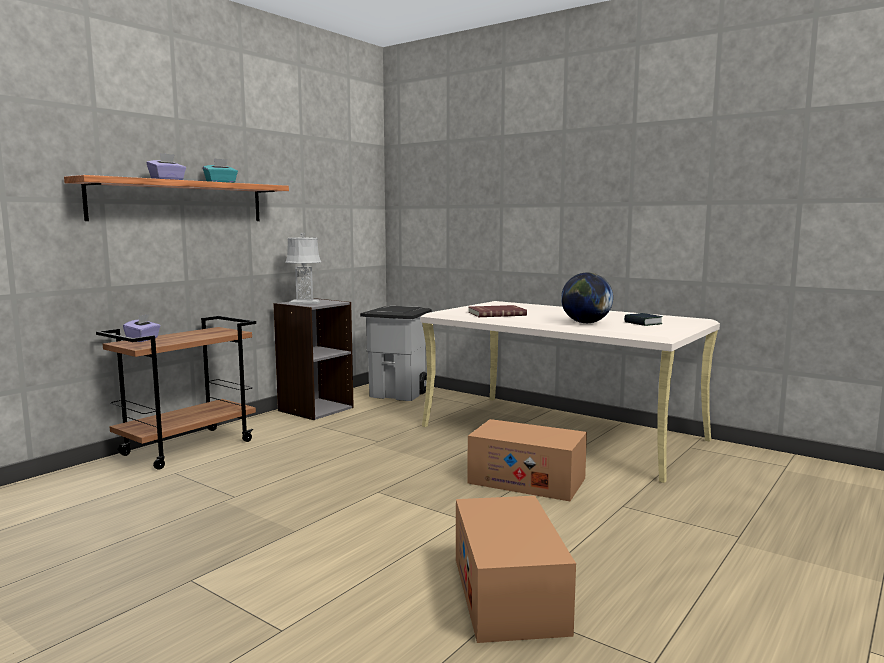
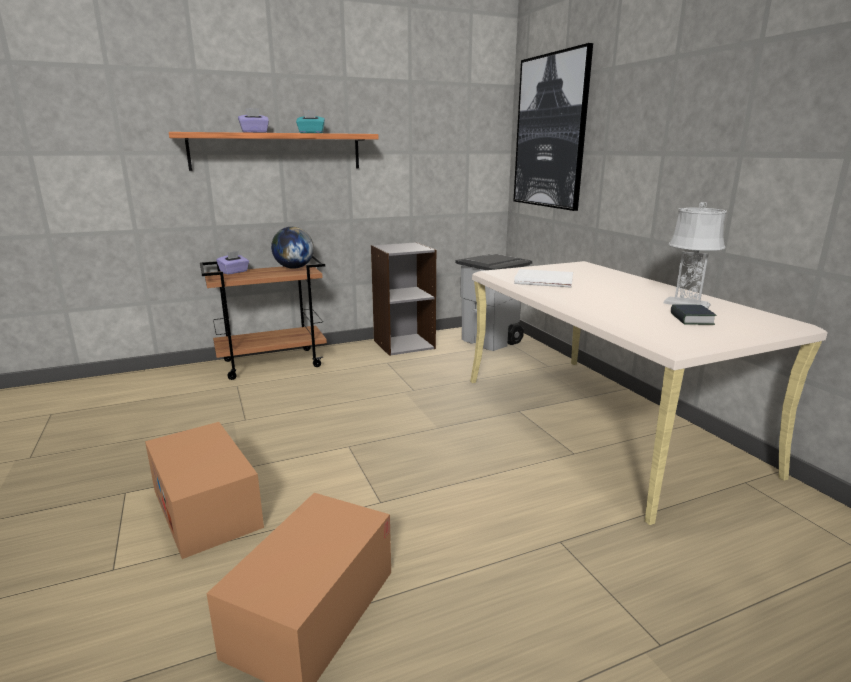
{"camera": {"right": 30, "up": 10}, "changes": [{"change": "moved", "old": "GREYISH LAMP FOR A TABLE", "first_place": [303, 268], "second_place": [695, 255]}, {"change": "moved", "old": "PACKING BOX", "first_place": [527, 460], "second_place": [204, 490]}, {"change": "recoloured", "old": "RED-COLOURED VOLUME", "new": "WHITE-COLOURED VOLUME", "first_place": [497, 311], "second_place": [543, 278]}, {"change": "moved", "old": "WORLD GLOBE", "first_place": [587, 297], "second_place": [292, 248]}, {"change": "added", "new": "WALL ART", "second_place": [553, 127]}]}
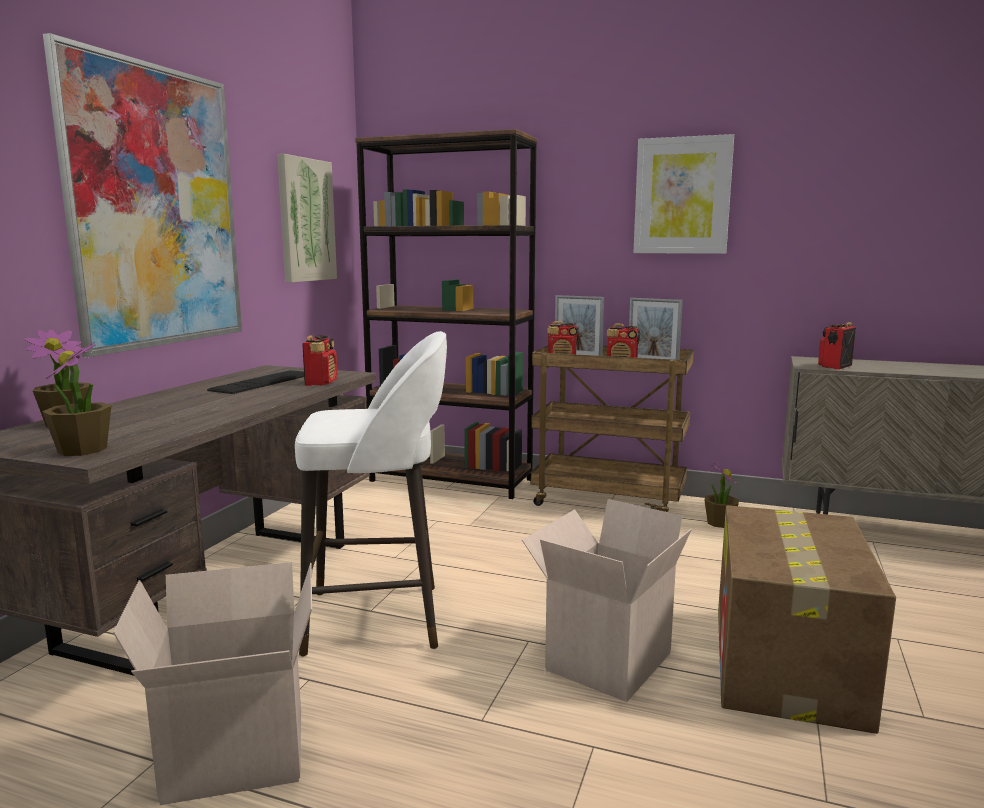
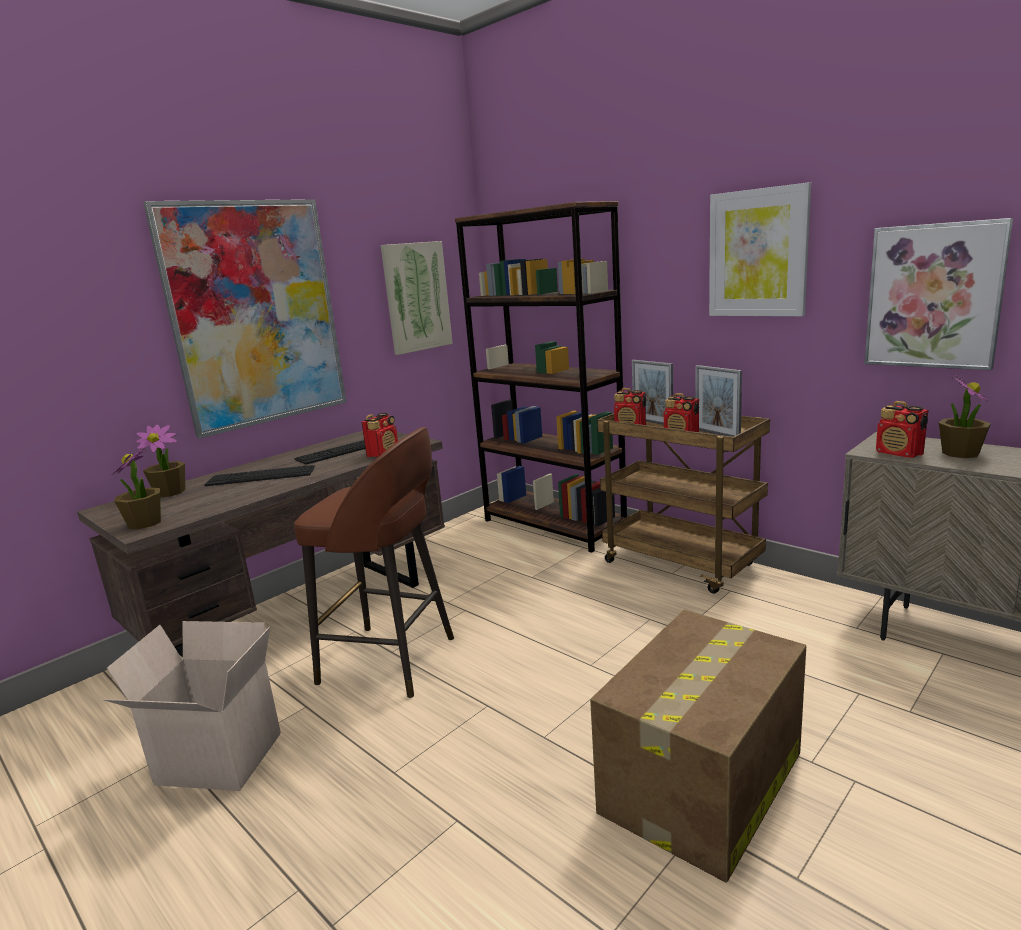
{"camera": {"right": 25, "up": 5}, "changes": [{"change": "recoloured", "old": "WHITE-COLOURED STOOL SEAT", "new": "BROWN-COLOURED STOOL SEAT", "first_place": [371, 494], "second_place": [374, 562]}, {"change": "removed", "old": "PACKING BOX", "first_place": [607, 600]}, {"change": "moved", "old": "PLANT IN A POT", "first_place": [722, 496], "second_place": [965, 417]}, {"change": "turned", "old": "RADIO", "first_place": [837, 346], "second_place": [902, 429], "degrees": -105}, {"change": "added", "new": "PC KEYBOARD", "second_place": [259, 475]}, {"change": "added", "new": "WALL ART", "second_place": [938, 294]}]}
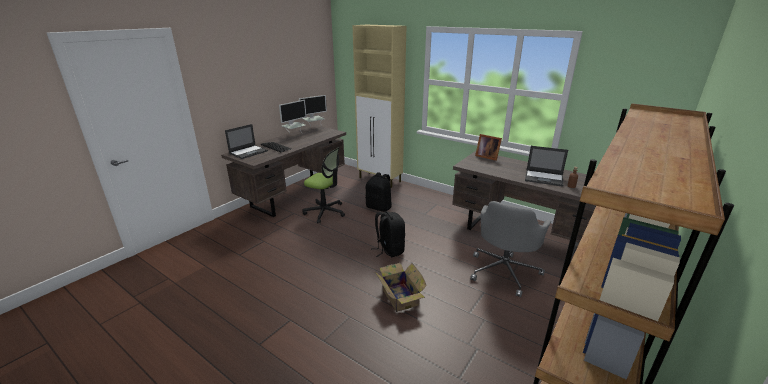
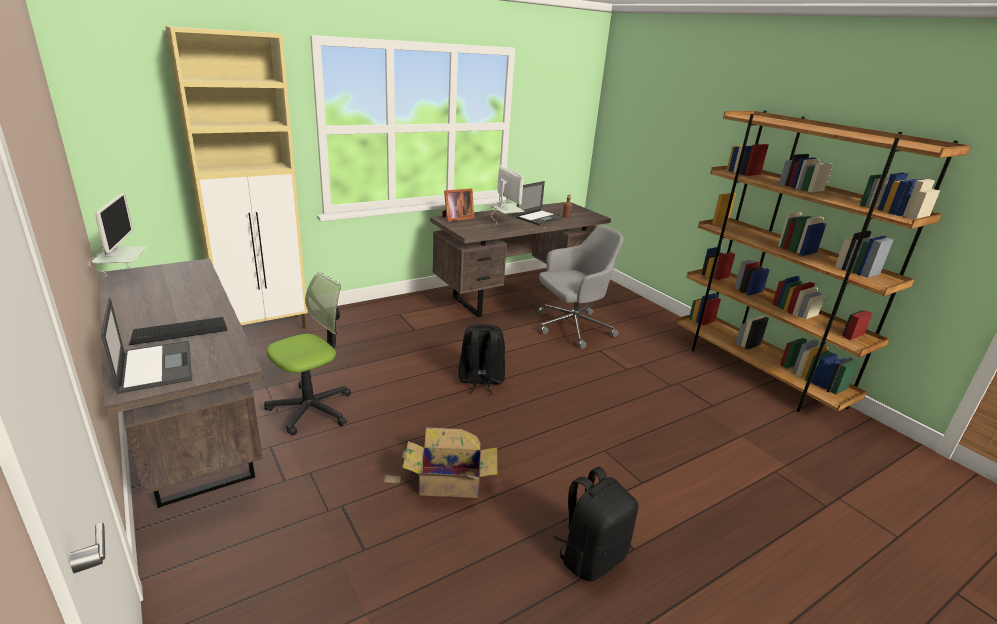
{"camera": {"right": -70, "up": 0}, "changes": [{"change": "moved", "old": "COMPUTER DISPLAY", "first_place": [293, 117], "second_place": [507, 194]}, {"change": "moved", "old": "BLACK-COLOURED RUCKSACK", "first_place": [378, 192], "second_place": [596, 524]}, {"change": "moved", "old": "PACKING BOX", "first_place": [401, 287], "second_place": [440, 462]}, {"change": "turned", "old": "GREYISH OFFICE CHAIR", "first_place": [510, 249], "second_place": [580, 287], "degrees": -75}]}
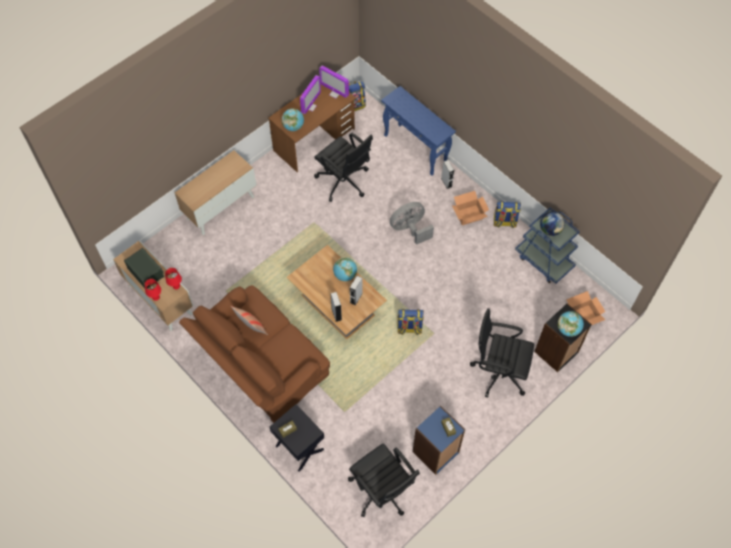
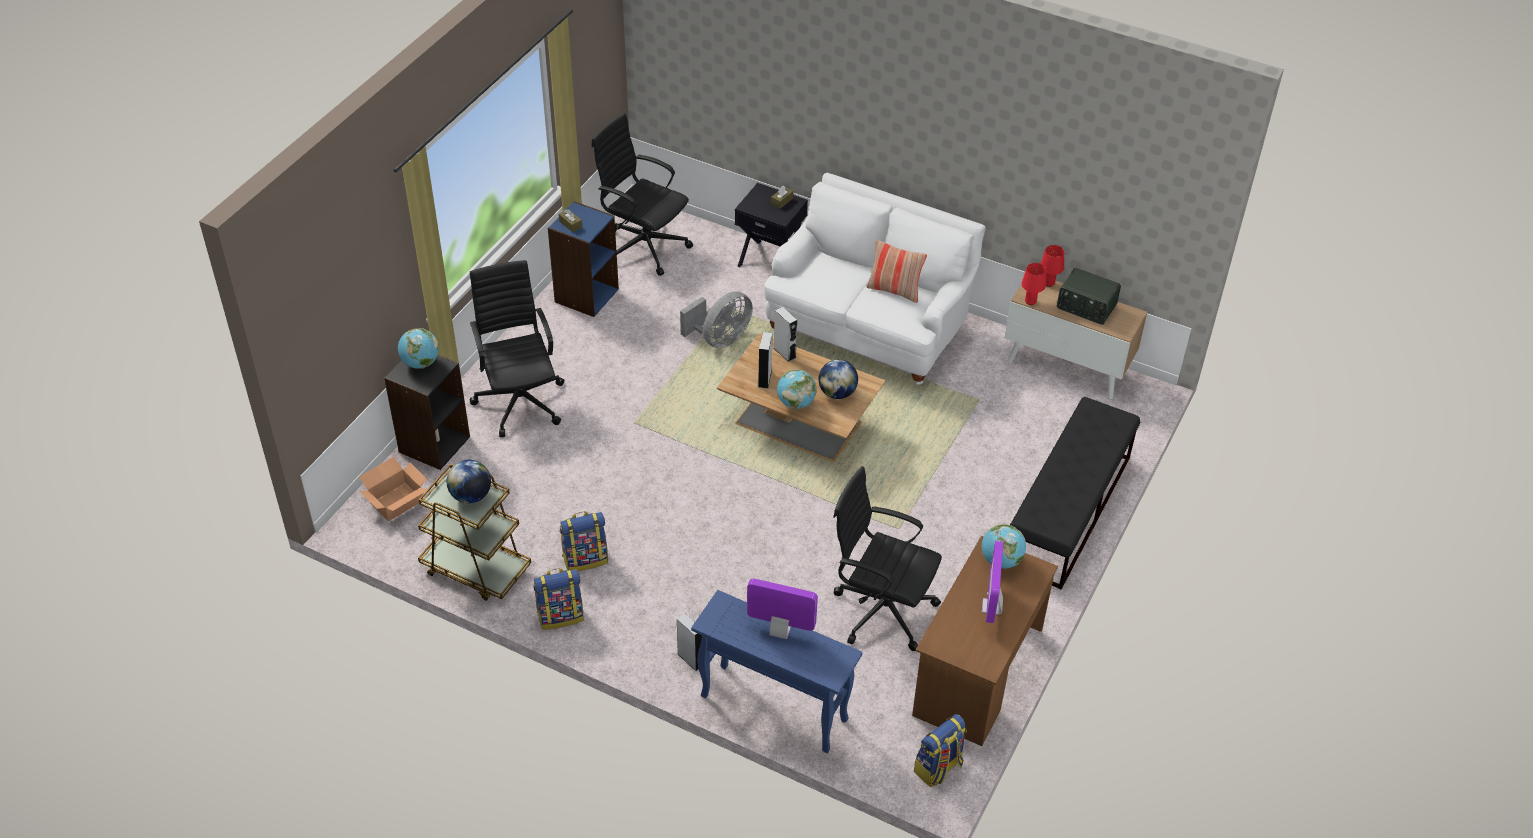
{"camera": {"right": 160, "up": -15}, "changes": [{"change": "replaced", "old": "STORAGE CABINET", "new": "BLACK-COLOURED BENCH", "first_place": [216, 192], "second_place": [1075, 493]}, {"change": "recoloured", "old": "BROWN-COLOURED COUCH", "new": "WHITE-COLOURED COUCH", "first_place": [254, 354], "second_place": [875, 279]}, {"change": "moved", "old": "COMPUTER DISPLAY", "first_place": [334, 82], "second_place": [782, 608]}, {"change": "moved", "old": "GREYISH ELECTRIC FAN", "first_place": [412, 223], "second_place": [716, 319]}, {"change": "moved", "old": "RUCKSACK", "first_place": [410, 322], "second_place": [584, 541]}, {"change": "removed", "old": "PACKING BOX", "first_place": [470, 208]}, {"change": "turned", "old": "BLACK-COLOURED OFFICE CHAIR", "first_place": [502, 353], "second_place": [517, 348], "degrees": -105}, {"change": "recoloured", "old": "BLUE TROLLEY", "new": "BROWN-COLOURED TROLLEY", "first_place": [547, 245], "second_place": [474, 532]}, {"change": "added", "new": "WORLD GLOBE", "second_place": [838, 379]}]}
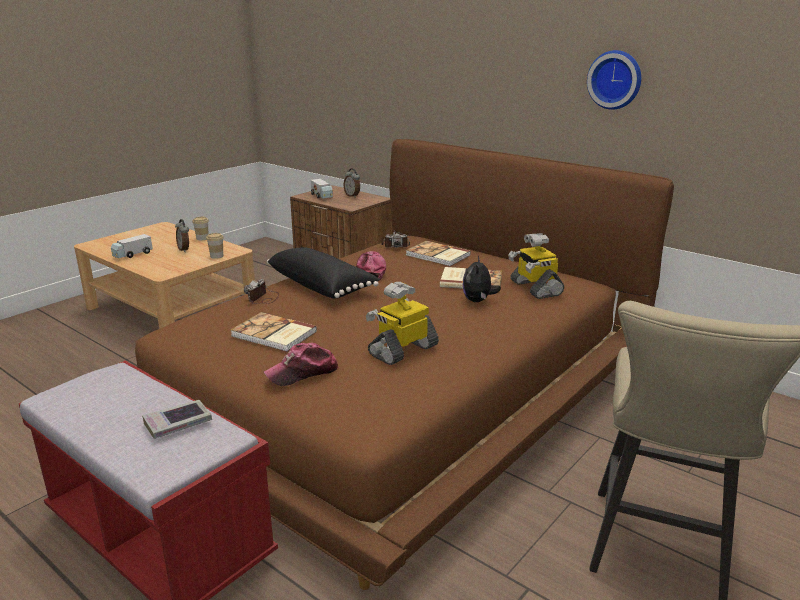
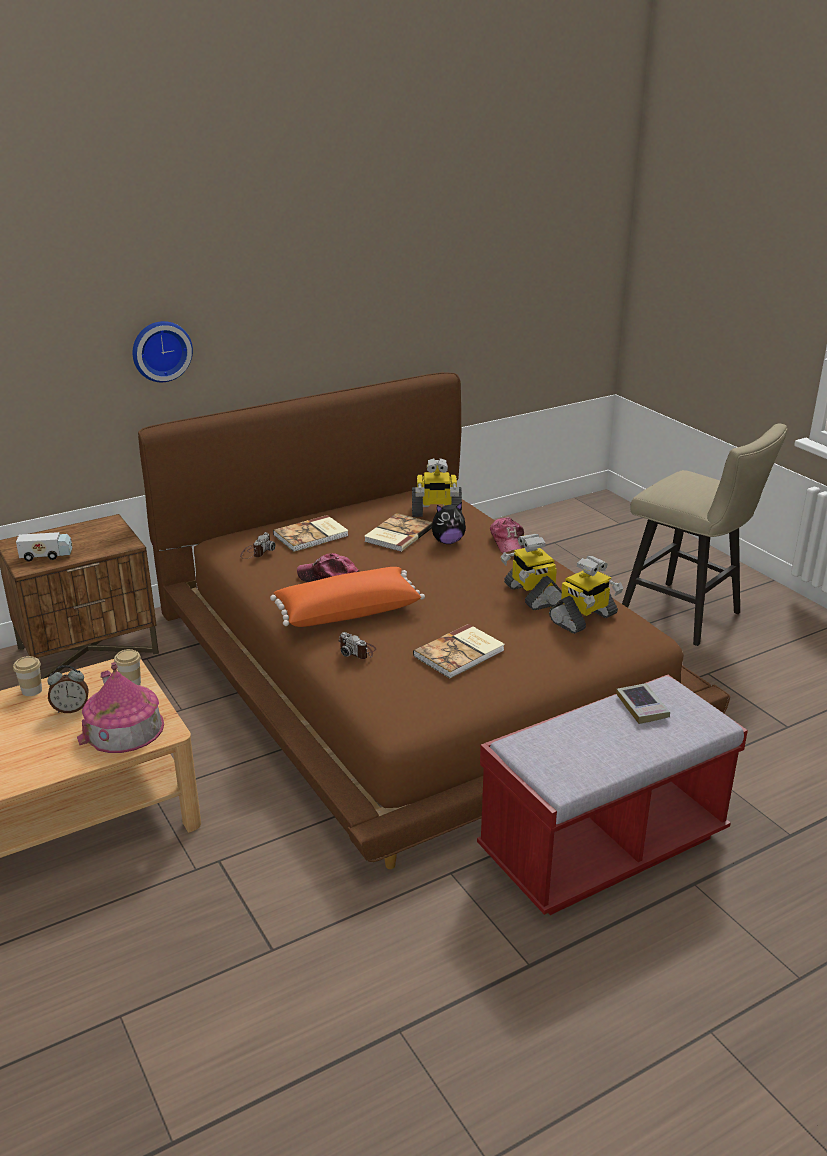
{"camera": {"right": -70, "up": 5}, "changes": [{"change": "removed", "old": "MODEL TRUCK", "first_place": [132, 246]}, {"change": "moved", "old": "BASEBALL CAP", "first_place": [301, 364], "second_place": [507, 535]}, {"change": "recoloured", "old": "BLACK-COLOURED THROW PILLOW", "new": "ORANGE-COLOURED THROW PILLOW", "first_place": [323, 273], "second_place": [347, 597]}, {"change": "removed", "old": "ALARM CLOCK", "first_place": [352, 183]}, {"change": "turned", "old": "PLUSH TOY", "first_place": [481, 279], "second_place": [449, 523], "degrees": -45}, {"change": "moved", "old": "WALL CLOCK", "first_place": [614, 80], "second_place": [163, 351]}, {"change": "added", "new": "TOY HOUSE", "second_place": [120, 707]}, {"change": "added", "new": "MODEL ROBOT", "second_place": [586, 595]}]}
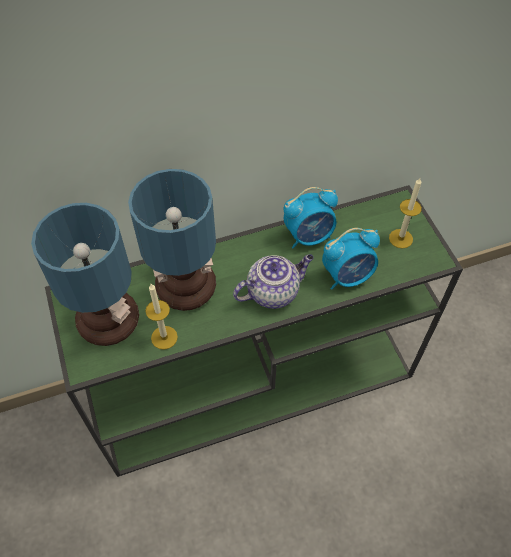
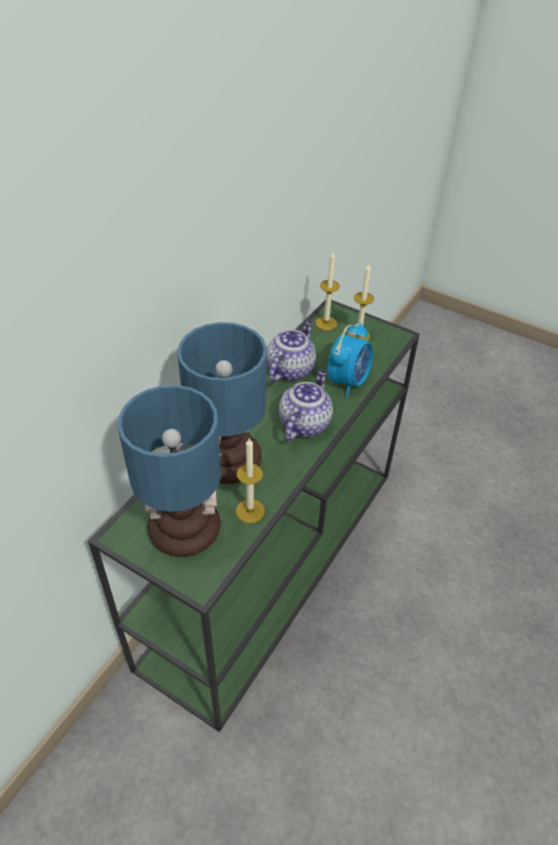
{"camera": {"right": -40, "up": -10}, "changes": [{"change": "replaced", "old": "ALARM CLOCK", "new": "TEAPOT", "first_place": [311, 218], "second_place": [291, 351]}, {"change": "added", "new": "WAX LIGHT", "second_place": [327, 291]}]}
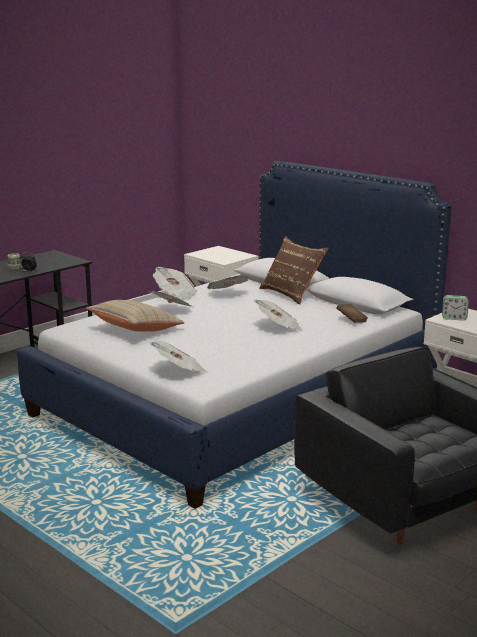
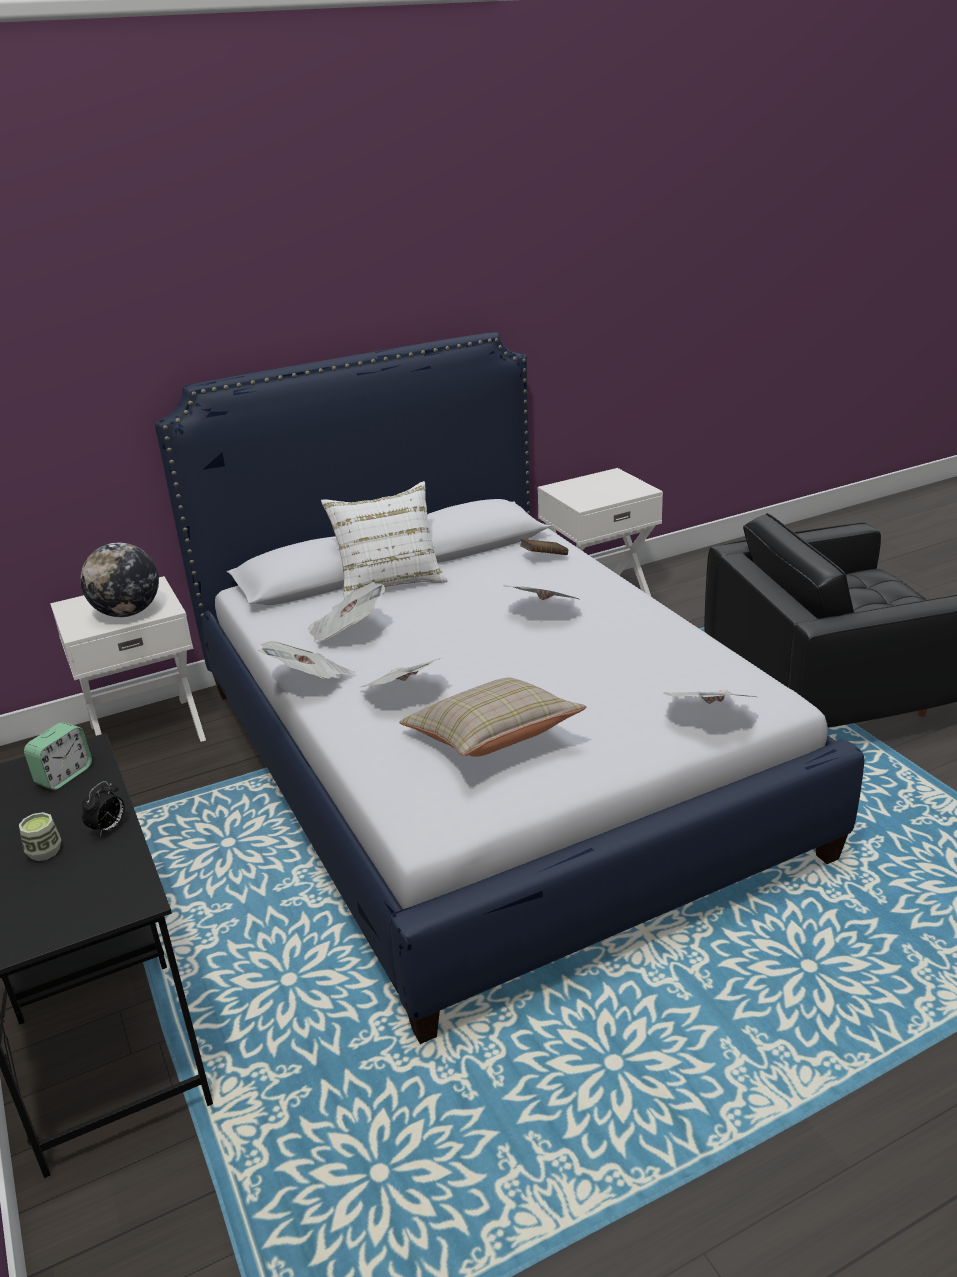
{"camera": {"right": -70, "up": 10}, "changes": [{"change": "recoloured", "old": "BROWN-COLOURED THROW PILLOW", "new": "WHITE-COLOURED THROW PILLOW", "first_place": [293, 270], "second_place": [384, 540]}, {"change": "moved", "old": "ALARM CLOCK", "first_place": [455, 307], "second_place": [58, 756]}, {"change": "added", "new": "WORLD GLOBE", "second_place": [119, 580]}]}
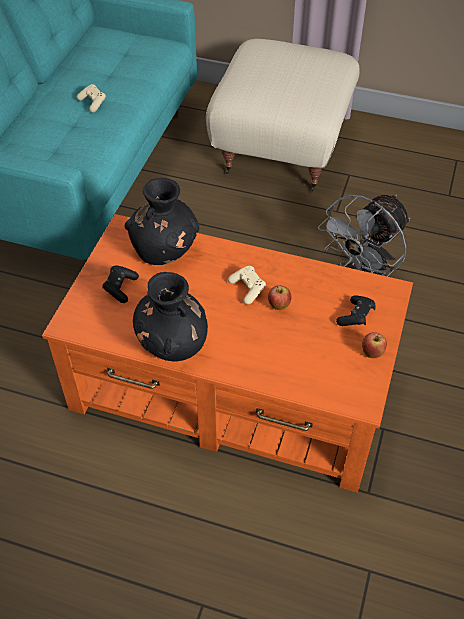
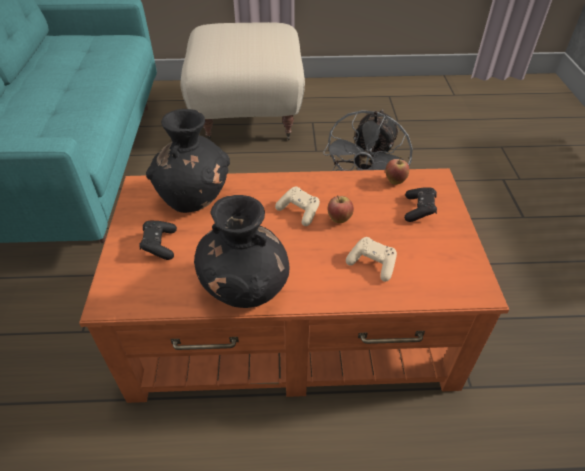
{"camera": {"right": -20, "up": -5}, "changes": [{"change": "moved", "old": "SAND-COLOURED GAME CONTROLLER", "first_place": [91, 98], "second_place": [371, 259]}, {"change": "moved", "old": "WHOLE APPLE", "first_place": [374, 345], "second_place": [397, 171]}]}
